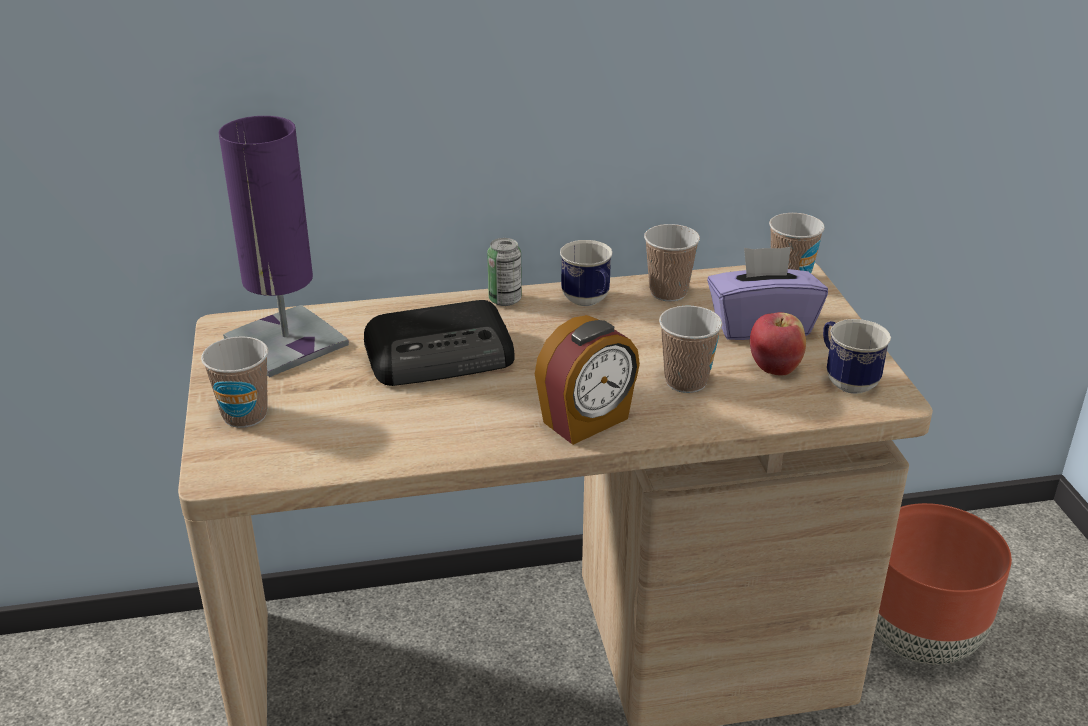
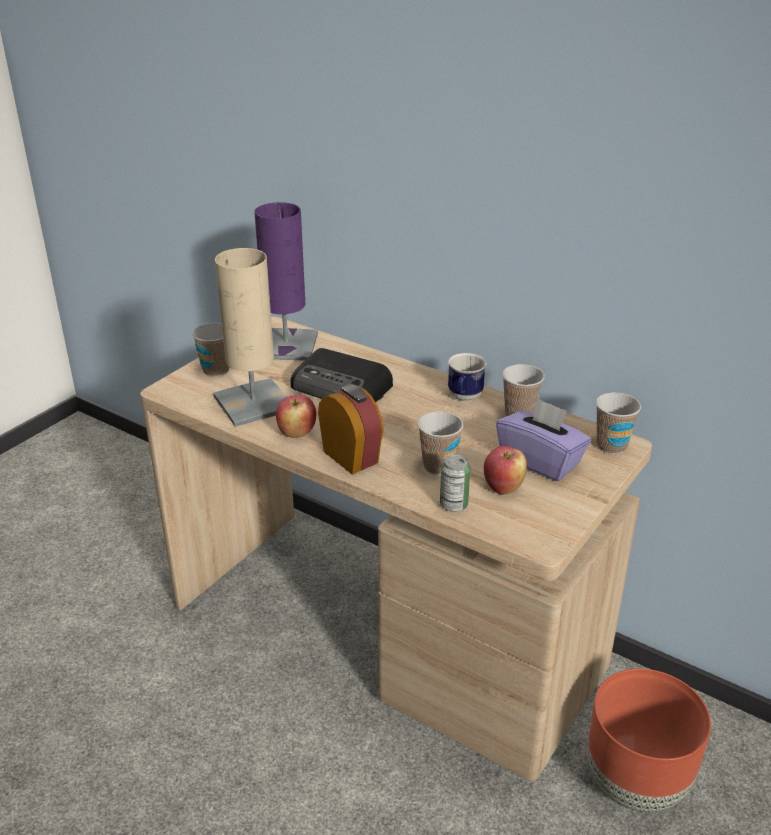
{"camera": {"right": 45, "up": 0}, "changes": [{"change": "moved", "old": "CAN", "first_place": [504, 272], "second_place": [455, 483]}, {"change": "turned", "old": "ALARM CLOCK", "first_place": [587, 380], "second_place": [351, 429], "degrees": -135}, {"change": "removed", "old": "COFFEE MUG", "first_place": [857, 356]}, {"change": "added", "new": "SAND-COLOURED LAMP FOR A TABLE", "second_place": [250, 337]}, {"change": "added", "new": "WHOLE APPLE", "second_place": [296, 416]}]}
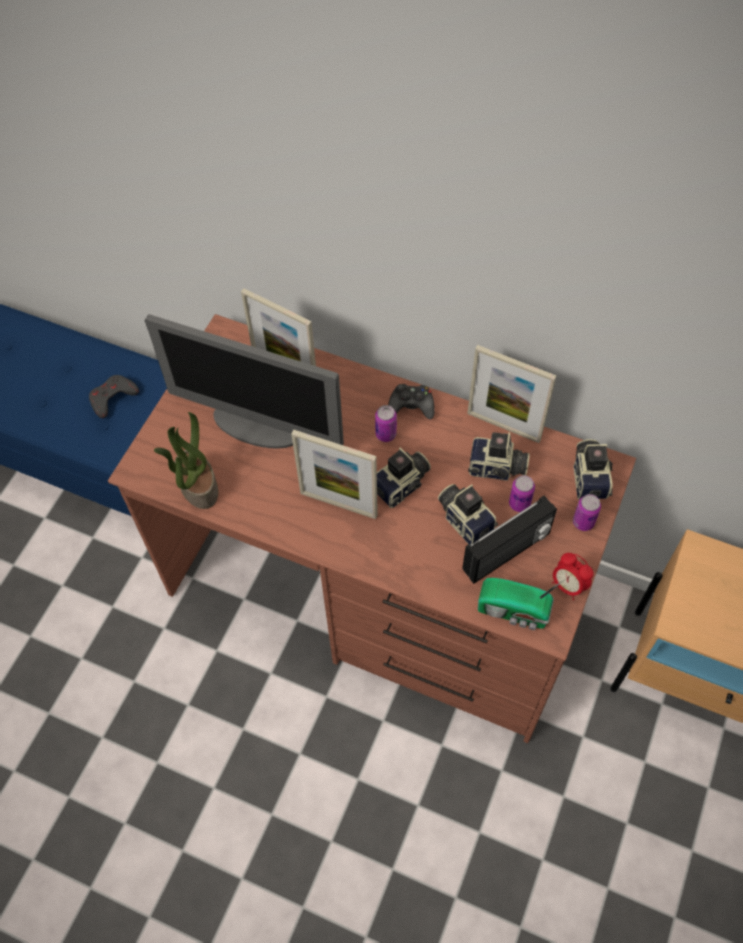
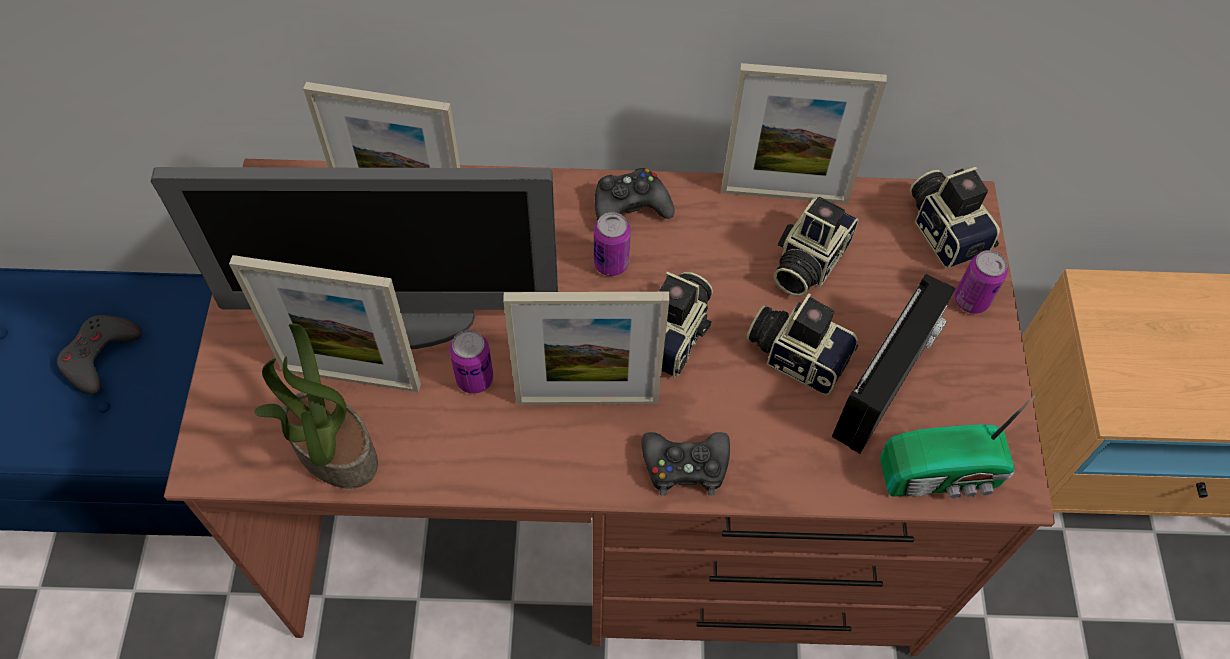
{"camera": {"right": -25, "up": 0}, "changes": [{"change": "turned", "old": "PHOTO CAMERA", "first_place": [499, 456], "second_place": [816, 247], "degrees": 135}, {"change": "moved", "old": "CAN", "first_place": [522, 493], "second_place": [471, 362]}, {"change": "removed", "old": "ALARM CLOCK", "first_place": [573, 576]}, {"change": "added", "new": "STANDING FRAME", "second_place": [325, 323]}, {"change": "added", "new": "BLACK-COLOURED GAME CONTROLLER", "second_place": [686, 464]}]}
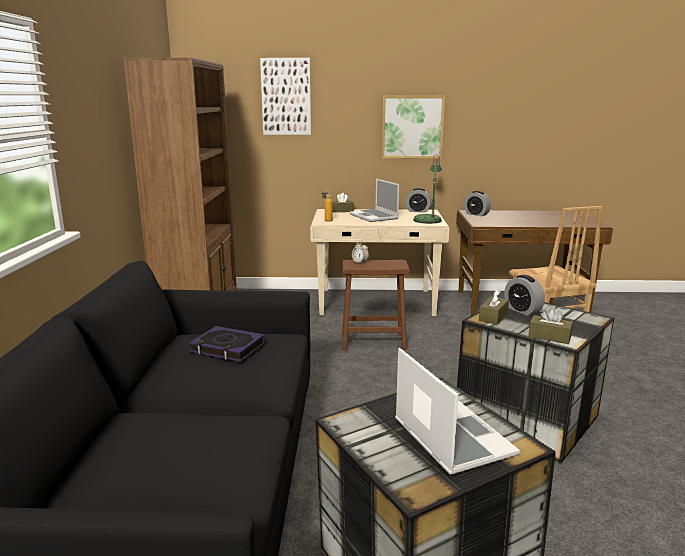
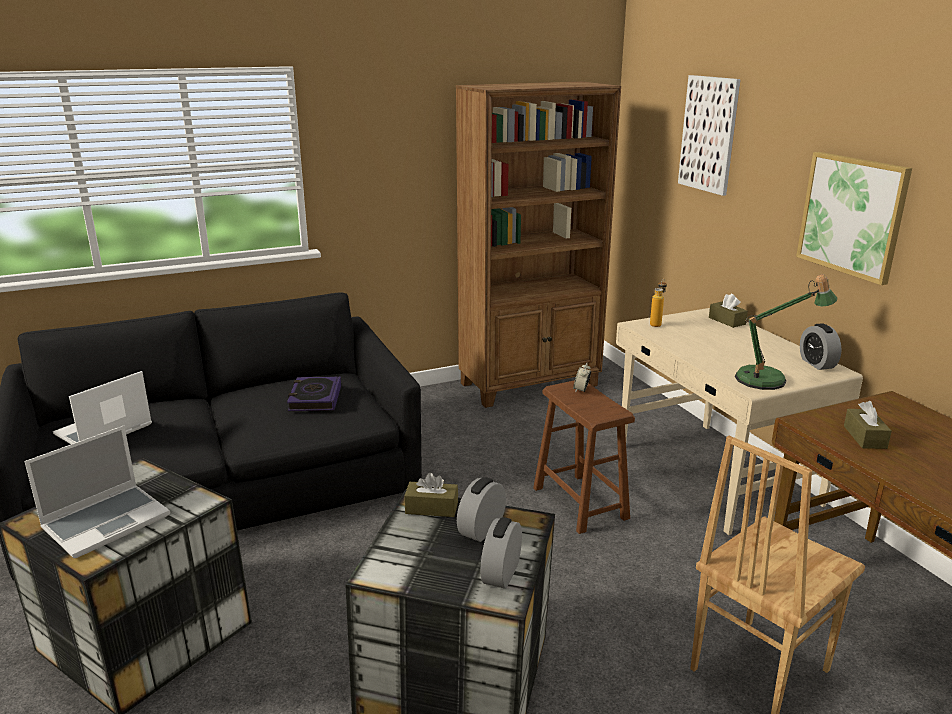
{"camera": {"right": 65, "up": 5}, "changes": [{"change": "moved", "old": "NOTEBOOK COMPUTER", "first_place": [374, 200], "second_place": [102, 407]}, {"change": "moved", "old": "ALARM CLOCK", "first_place": [477, 203], "second_place": [501, 553]}, {"change": "moved", "old": "BROWN-COLOURED TISSUE HOLDER", "first_place": [550, 325], "second_place": [868, 425]}]}
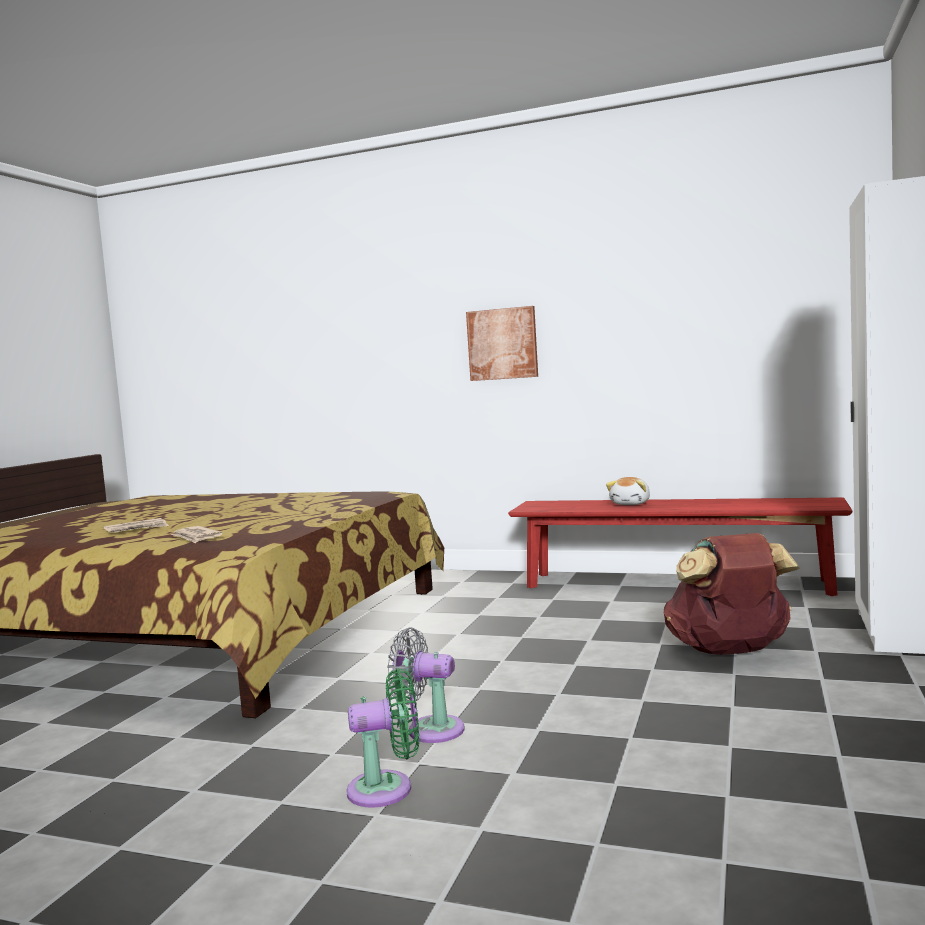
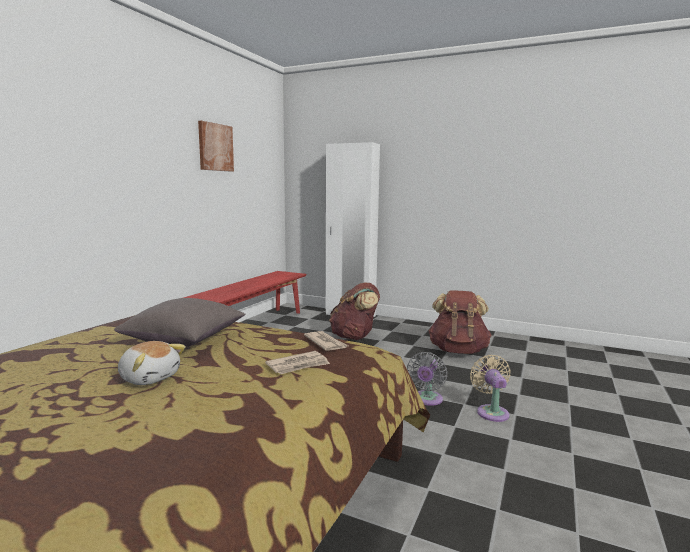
{"camera": {"right": -85, "up": 5}, "changes": [{"change": "moved", "old": "PRINTED PAPER", "first_place": [136, 525], "second_place": [326, 341]}, {"change": "recoloured", "old": "GREEN-COLOURED ELECTRIC FAN", "new": "SAND-COLOURED ELECTRIC FAN", "first_place": [382, 738], "second_place": [490, 388]}, {"change": "moved", "old": "WALL ART", "first_place": [502, 343], "second_place": [216, 146]}, {"change": "moved", "old": "PLUSH TOY", "first_place": [628, 491], "second_place": [152, 363]}, {"change": "added", "new": "GREYISH THROW PILLOW", "second_place": [179, 322]}, {"change": "added", "new": "BROWN-COLOURED RUCKSACK", "second_place": [460, 322]}]}
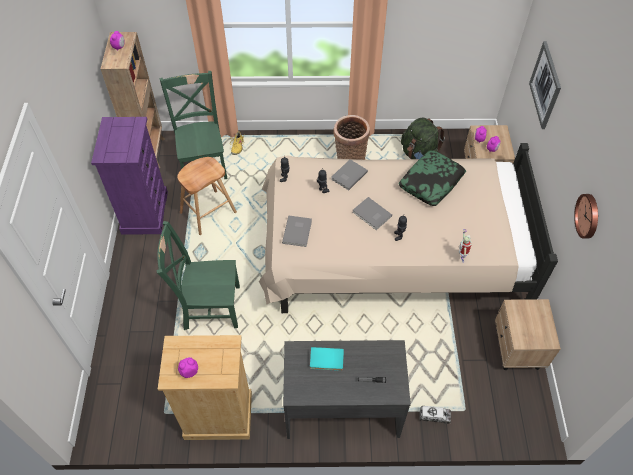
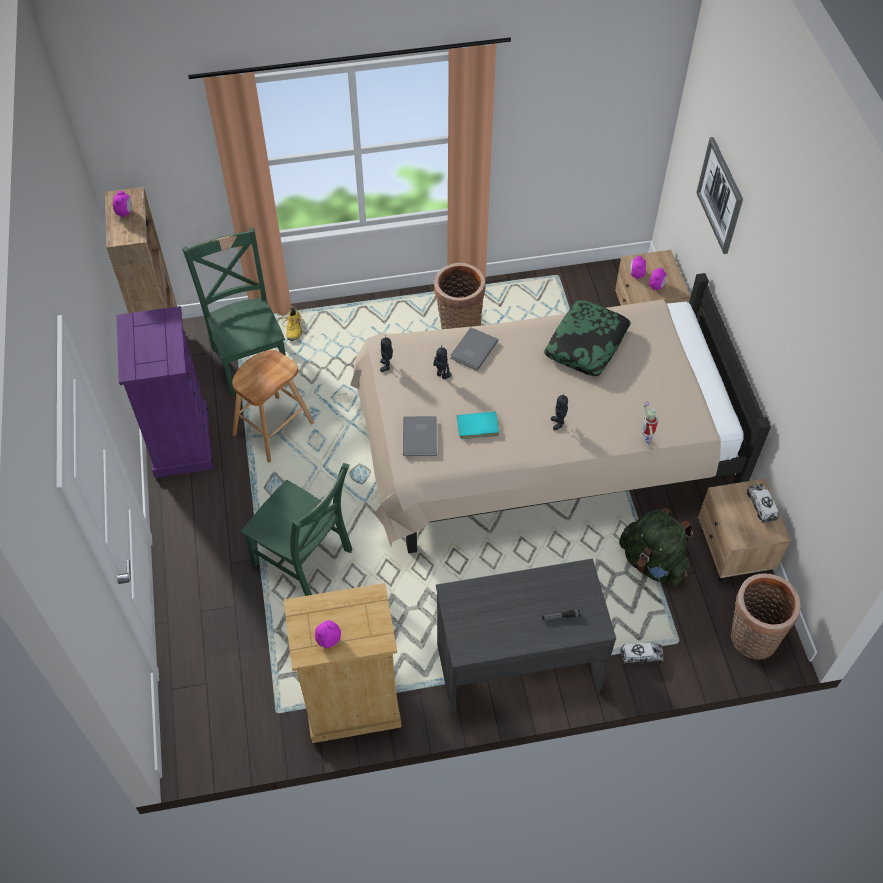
{"camera": {"right": -10, "up": 0}, "changes": [{"change": "turned", "old": "GREEN-COLOURED UPRIGHT CHAIR", "first_place": [198, 275], "second_place": [297, 529], "degrees": -135}, {"change": "moved", "old": "TURQUOISE-COLOURED VOLUME", "first_place": [327, 359], "second_place": [478, 425]}, {"change": "removed", "old": "GREYISH VOLUME", "first_place": [372, 213]}, {"change": "moved", "old": "GREEN-COLOURED RUCKSACK", "first_place": [423, 138], "second_place": [656, 546]}, {"change": "removed", "old": "WALL CLOCK", "first_place": [586, 216]}, {"change": "added", "new": "BASKET", "second_place": [766, 616]}, {"change": "added", "new": "MODEL TRUCK", "second_place": [763, 503]}]}
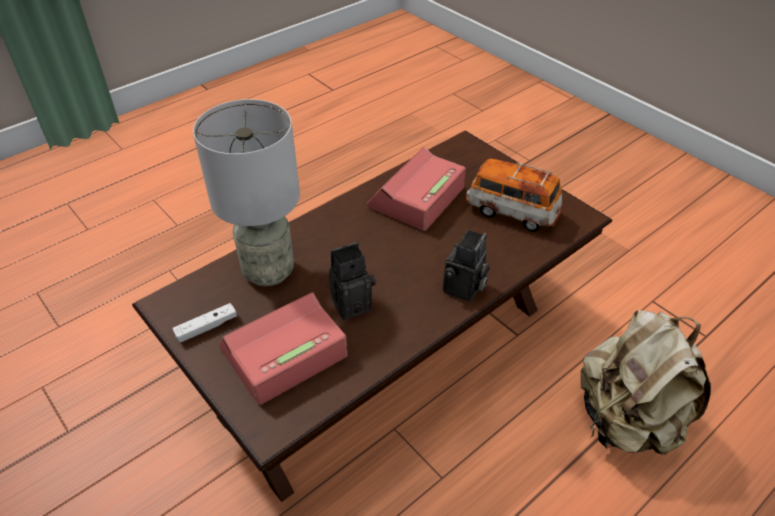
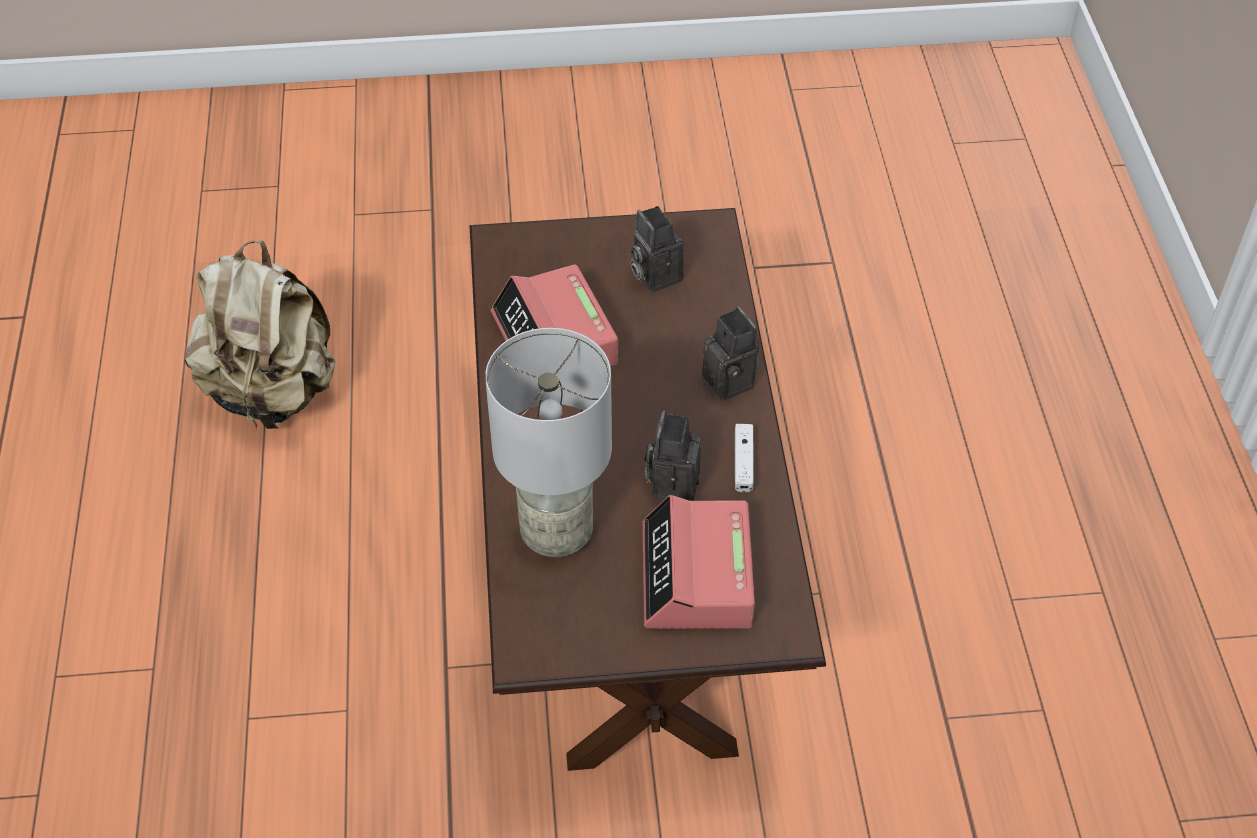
{"camera": {"right": -55, "up": 5}, "changes": [{"change": "moved", "old": "WHITE-COLOURED GAME CONTROLLER", "first_place": [204, 323], "second_place": [744, 458]}, {"change": "replaced", "old": "MINIATURE CAR", "new": "PHOTO CAMERA", "first_place": [514, 195], "second_place": [657, 249]}, {"change": "moved", "old": "SAND-COLOURED RUCKSACK", "first_place": [646, 382], "second_place": [260, 336]}]}
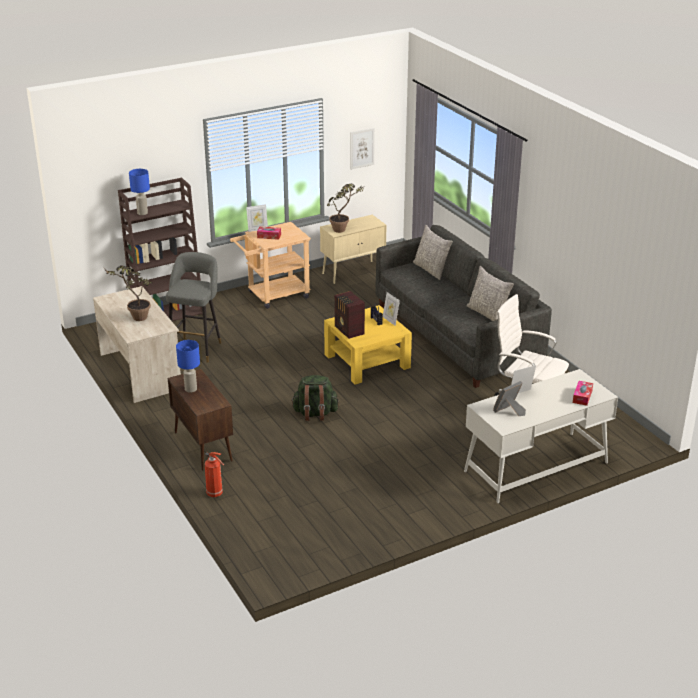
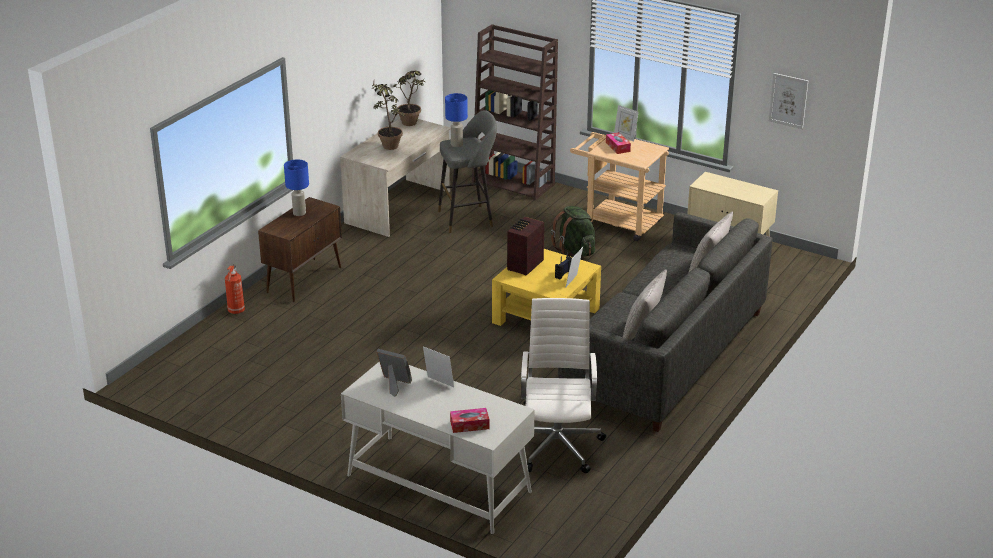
{"camera": {"right": 60, "up": 0}, "changes": [{"change": "moved", "old": "BLUE LAMP FOR A TABLE", "first_place": [139, 192], "second_place": [456, 120]}, {"change": "moved", "old": "GREEN-COLOURED RUCKSACK", "first_place": [315, 398], "second_place": [573, 231]}, {"change": "moved", "old": "PLANT IN A POT", "first_place": [345, 208], "second_place": [409, 98]}]}
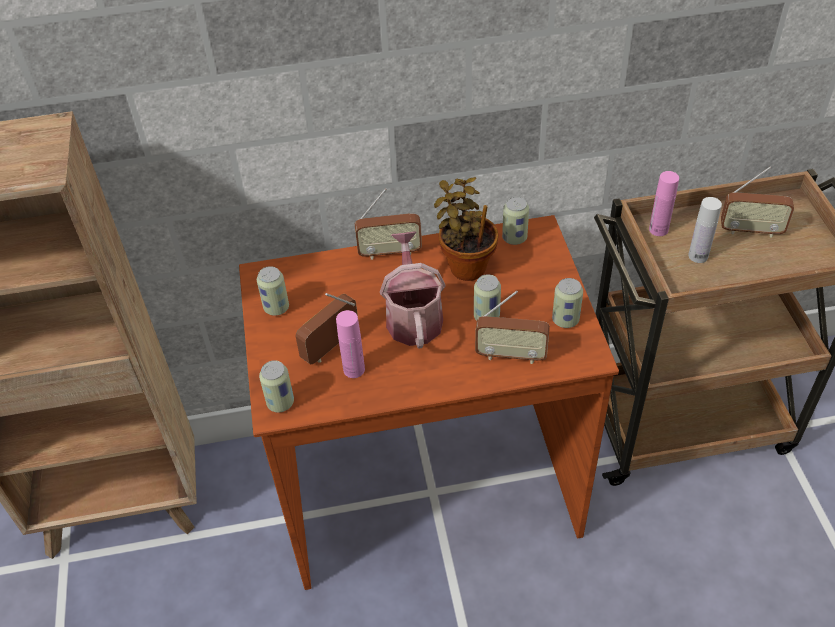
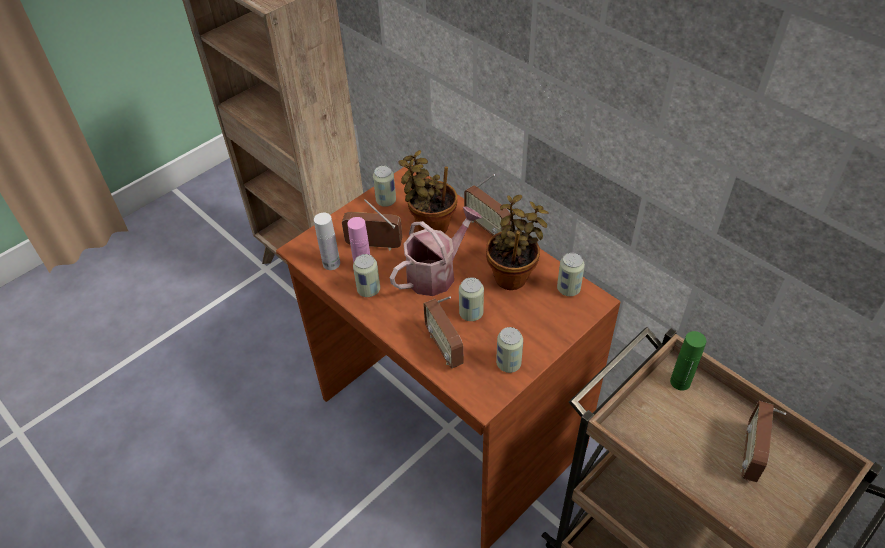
{"camera": {"right": 55, "up": 0}, "changes": [{"change": "moved", "old": "CAN", "first_place": [276, 386], "second_place": [366, 275]}, {"change": "recoloured", "old": "PINK BEVERAGE BOTTLE", "new": "GREEN-COLOURED BEVERAGE BOTTLE", "first_place": [664, 203], "second_place": [688, 361]}, {"change": "moved", "old": "WHITE-COLOURED BEVERAGE BOTTLE", "first_place": [705, 230], "second_place": [327, 241]}, {"change": "turned", "old": "RADIO", "first_place": [757, 202], "second_place": [763, 441], "degrees": 45}, {"change": "added", "new": "PLANT IN A POT", "second_place": [427, 191]}]}
